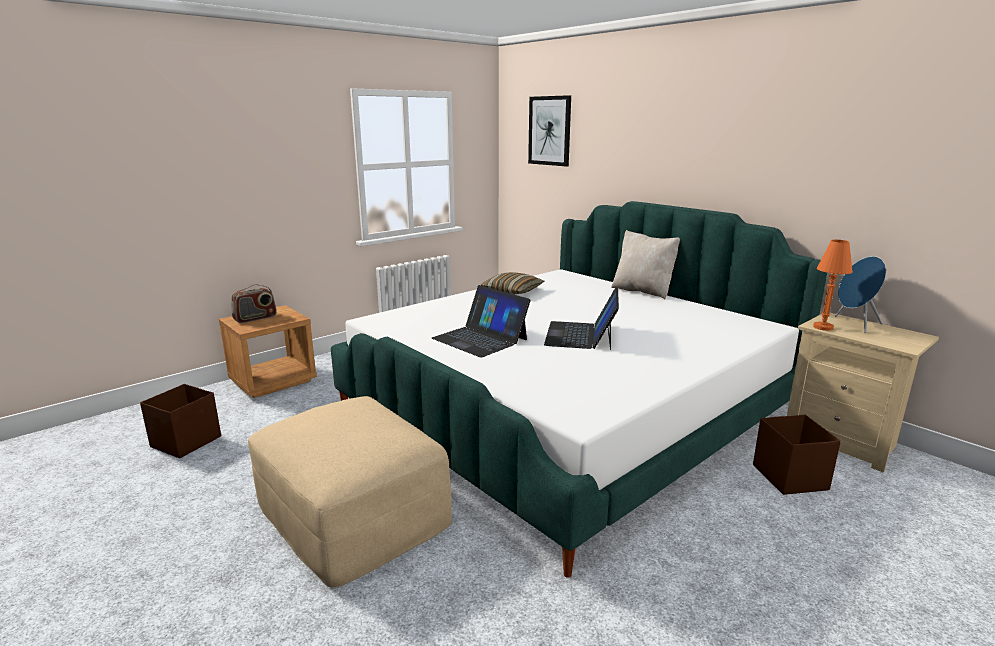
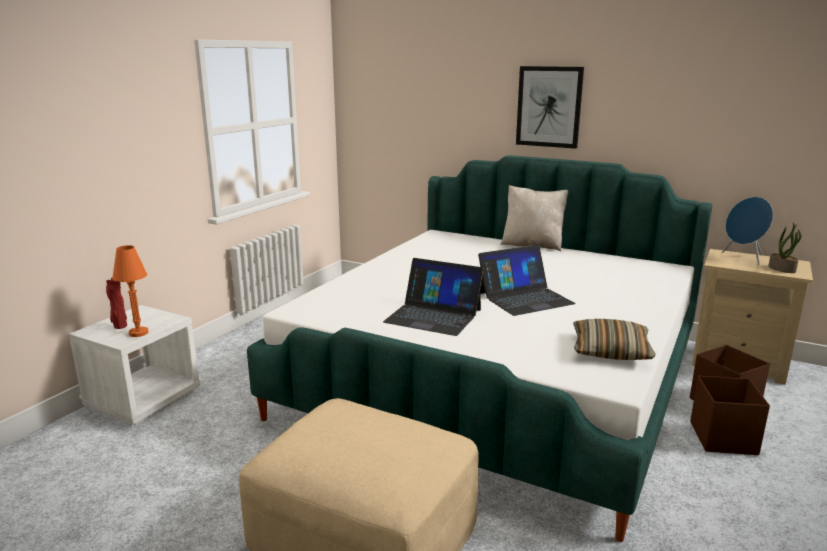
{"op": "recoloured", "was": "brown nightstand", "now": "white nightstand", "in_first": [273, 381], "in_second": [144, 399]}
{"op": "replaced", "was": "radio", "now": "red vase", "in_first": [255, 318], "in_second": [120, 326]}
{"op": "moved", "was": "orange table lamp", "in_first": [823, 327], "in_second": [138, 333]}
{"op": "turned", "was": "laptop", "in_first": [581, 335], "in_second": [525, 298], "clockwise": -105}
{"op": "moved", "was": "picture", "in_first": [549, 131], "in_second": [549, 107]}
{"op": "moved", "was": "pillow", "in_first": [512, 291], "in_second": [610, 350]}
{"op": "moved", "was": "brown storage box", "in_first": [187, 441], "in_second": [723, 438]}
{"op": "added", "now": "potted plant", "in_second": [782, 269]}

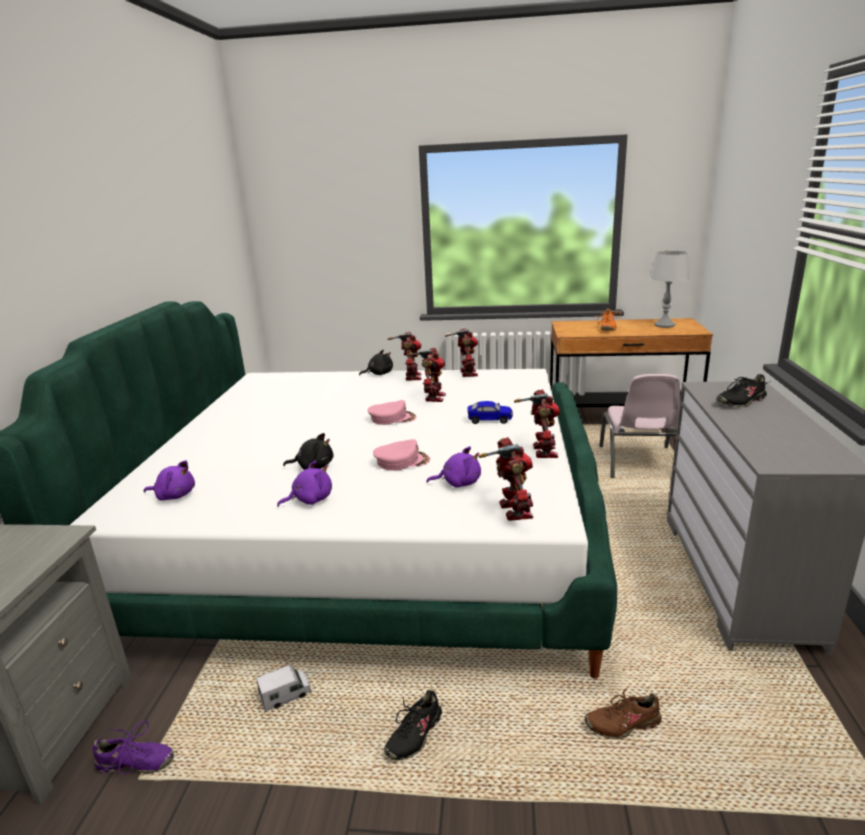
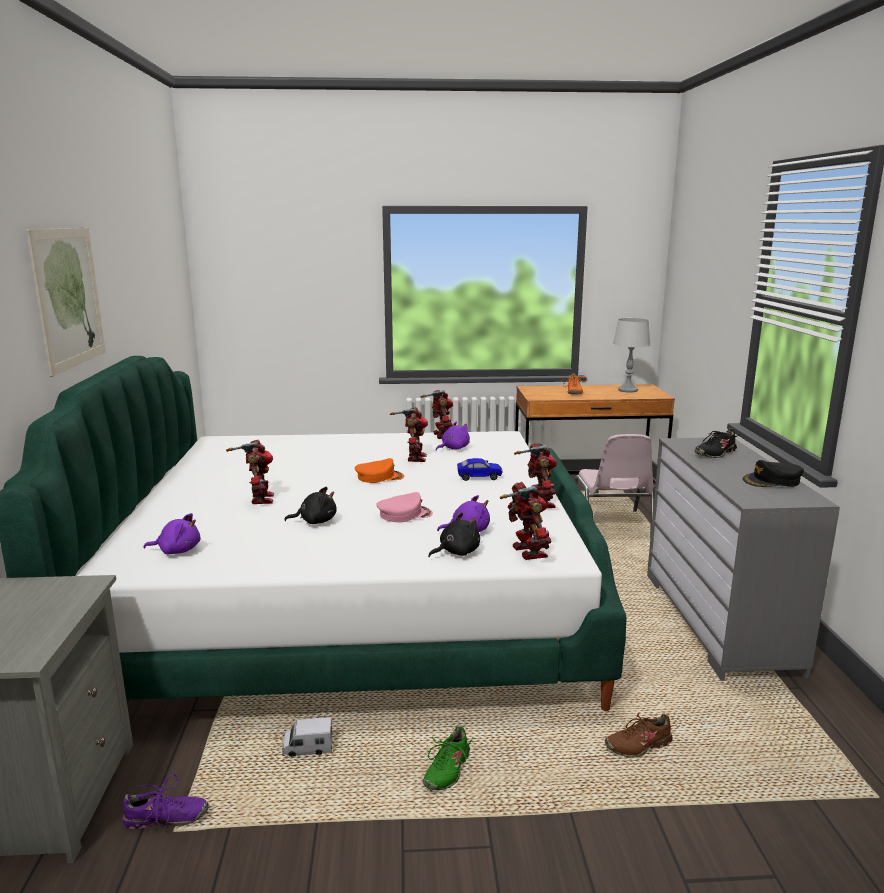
{"op": "added", "now": "picture", "in_second": [68, 297]}
{"op": "moved", "was": "toy robot", "in_first": [411, 377], "in_second": [260, 499]}
{"op": "turned", "was": "toy truck", "in_first": [286, 695], "in_second": [308, 748], "clockwise": -150}
{"op": "recoloured", "was": "pink cap", "now": "orange cap", "in_first": [392, 418], "in_second": [379, 477]}
{"op": "recoloured", "was": "black shoe", "now": "green shoe", "in_first": [414, 734], "in_second": [446, 770]}
{"op": "moved", "was": "black plush toy", "in_first": [379, 374], "in_second": [456, 552]}
{"op": "moved", "was": "purple plush toy", "in_first": [310, 500], "in_second": [453, 448]}
{"op": "added", "now": "black cap", "in_second": [772, 481]}

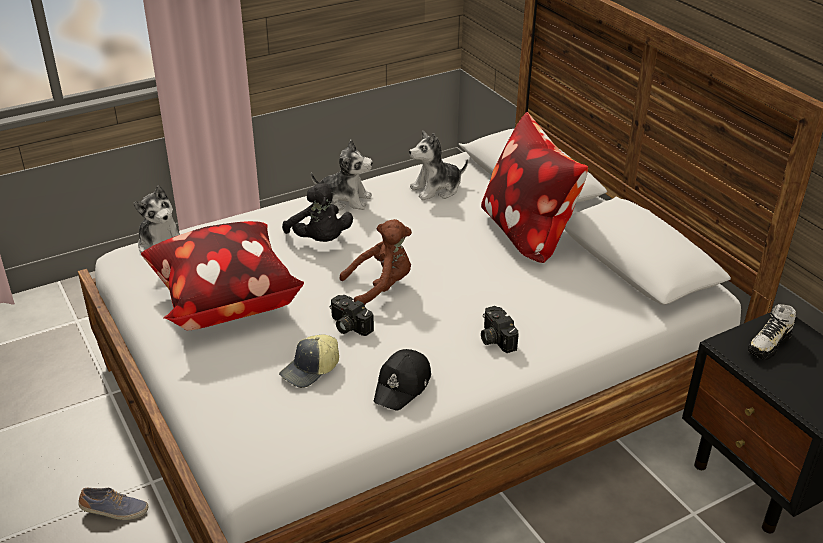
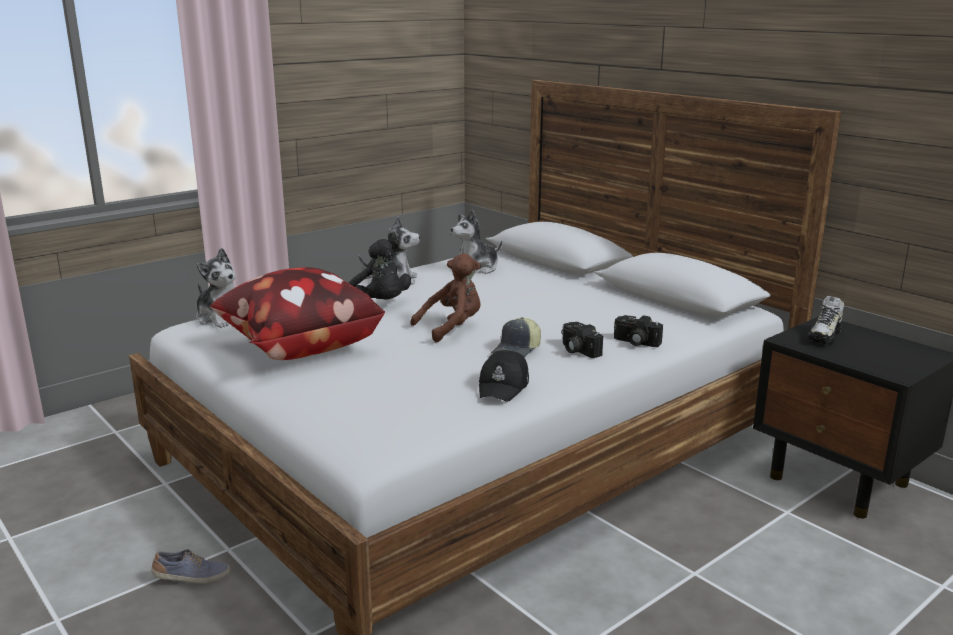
{"op": "moved", "was": "cap", "in_first": [311, 370], "in_second": [517, 350]}
{"op": "moved", "was": "photo camera", "in_first": [348, 326], "in_second": [635, 342]}
{"op": "removed", "was": "pillow", "in_first": [527, 233]}

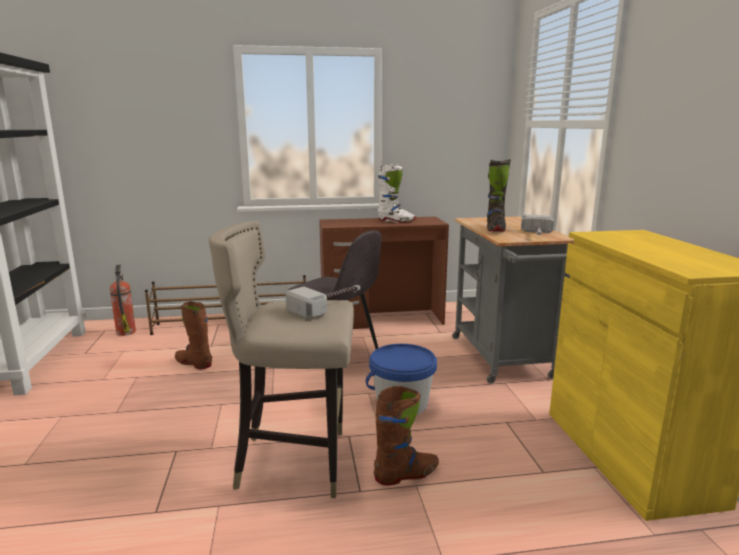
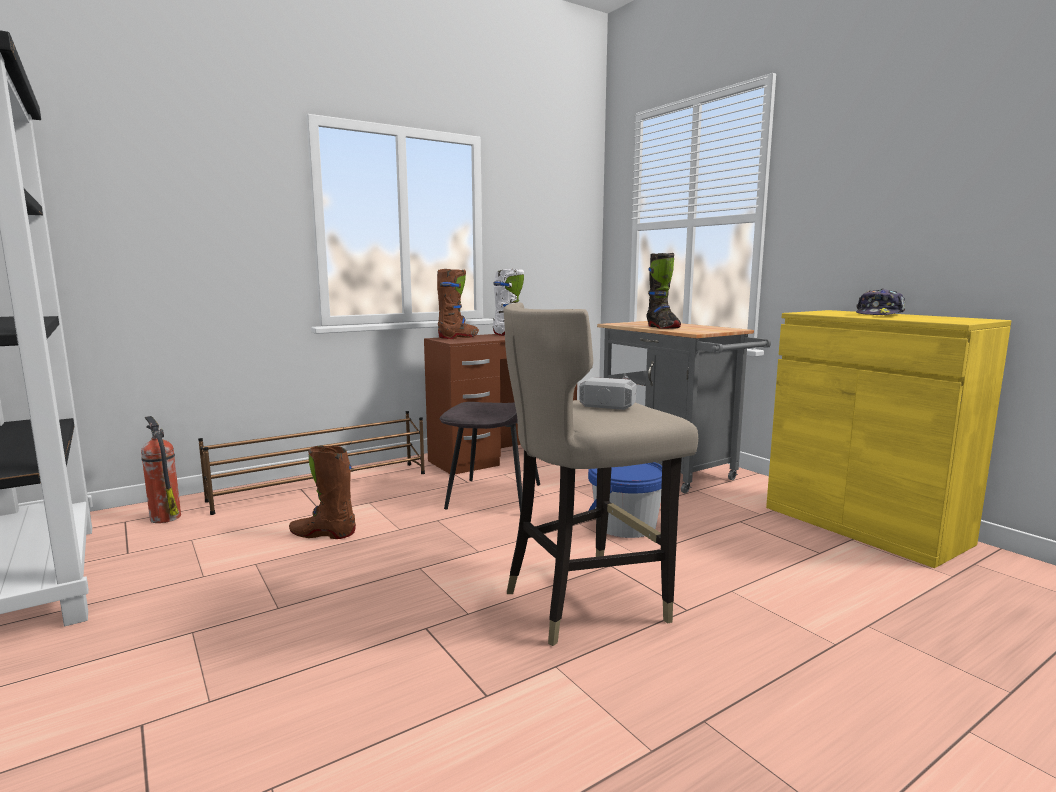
{"op": "moved", "was": "brown boot", "in_first": [406, 475], "in_second": [459, 337]}
{"op": "added", "now": "cap", "in_second": [879, 314]}
{"op": "removed", "was": "hammer", "in_first": [537, 234]}

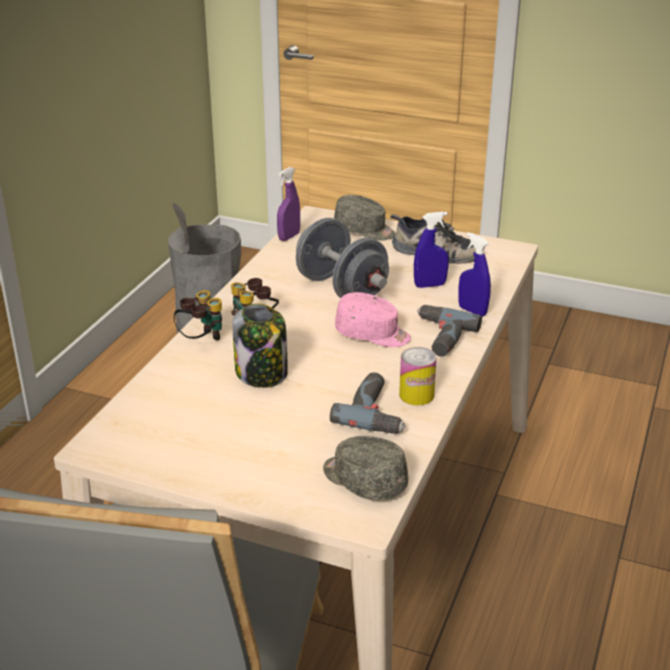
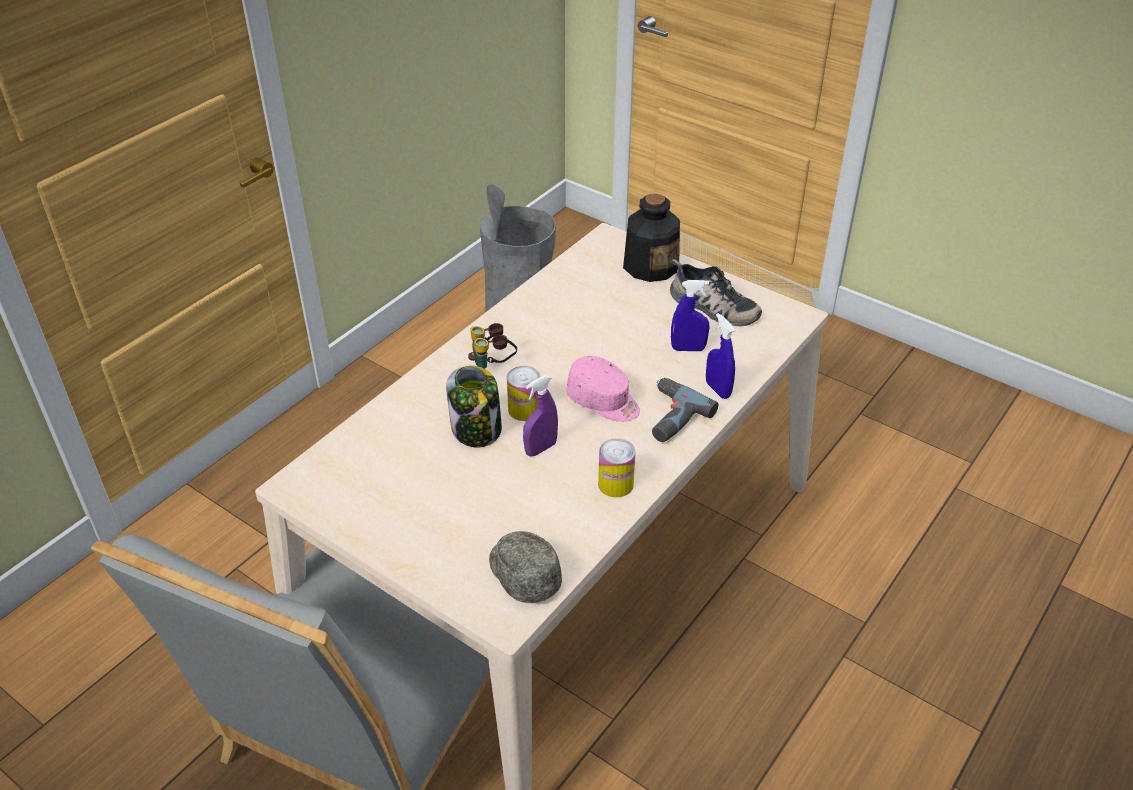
{"op": "added", "now": "can", "in_second": [524, 409]}
{"op": "moved", "was": "purple spray bottle", "in_first": [289, 237], "in_second": [540, 448]}
{"op": "replaced", "was": "grey cap", "now": "bottle", "in_first": [364, 230], "in_second": [650, 265]}
{"op": "removed", "was": "binoculars", "in_first": [201, 340]}
{"op": "removed", "was": "grey dumbbell", "in_first": [341, 289]}
{"op": "removed", "was": "power drill", "in_first": [377, 412]}

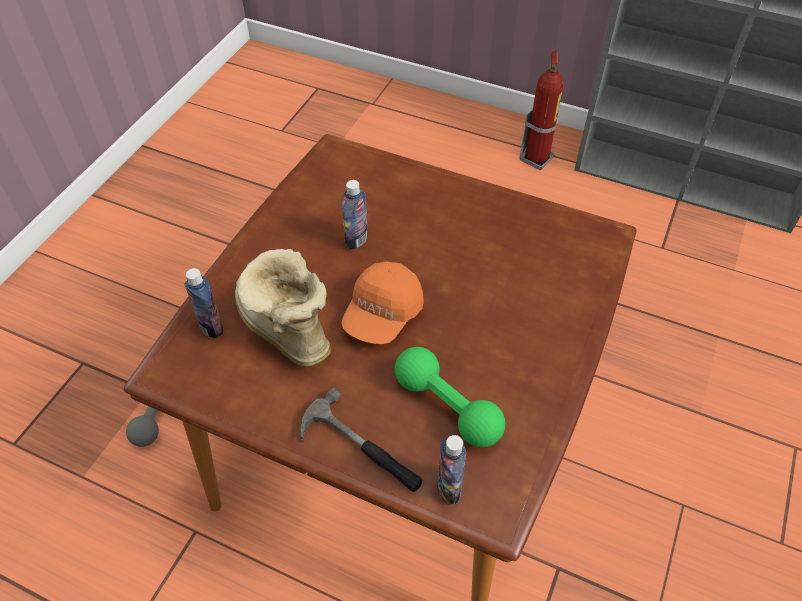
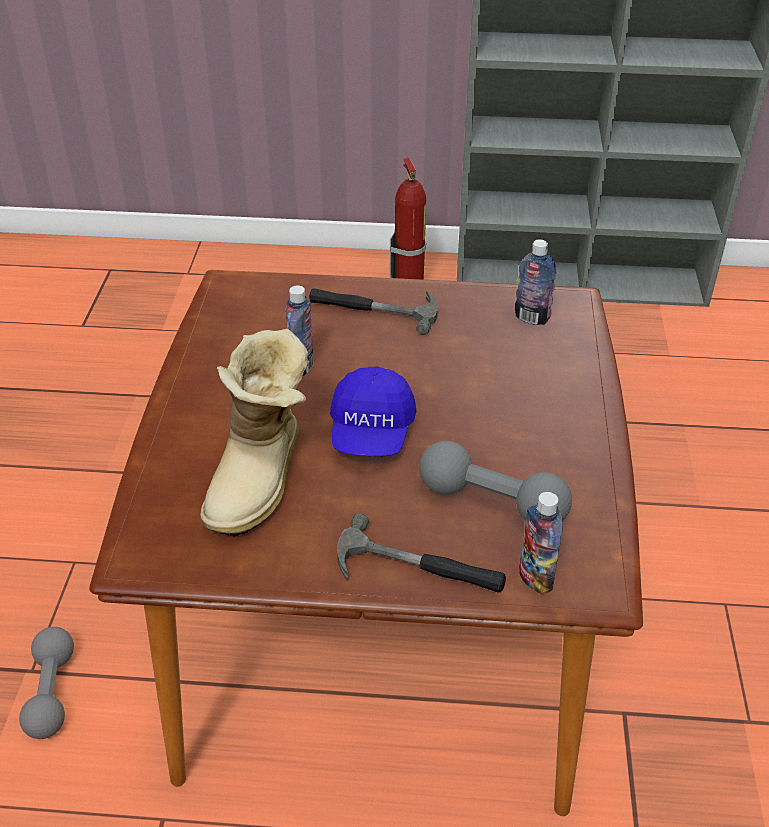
{"op": "turned", "was": "boot", "in_first": [282, 331], "in_second": [262, 477], "clockwise": -105}
{"op": "added", "now": "hammer", "in_second": [373, 309]}
{"op": "recoloured", "was": "orange cap", "now": "blue cap", "in_first": [382, 315], "in_second": [371, 432]}
{"op": "recoloured", "was": "green dumbbell", "now": "grey dumbbell", "in_first": [447, 407], "in_second": [492, 502]}
{"op": "moved", "was": "bottle", "in_first": [211, 327], "in_second": [531, 318]}

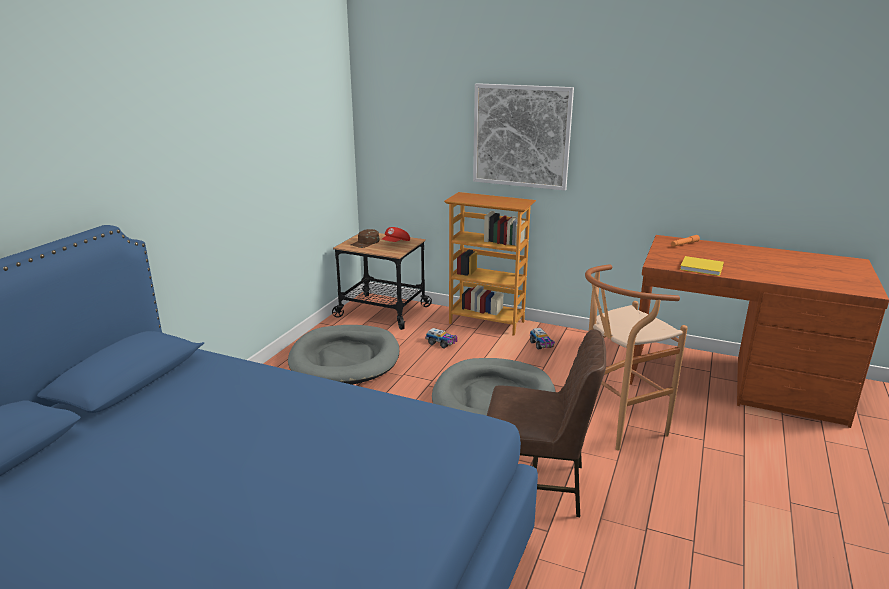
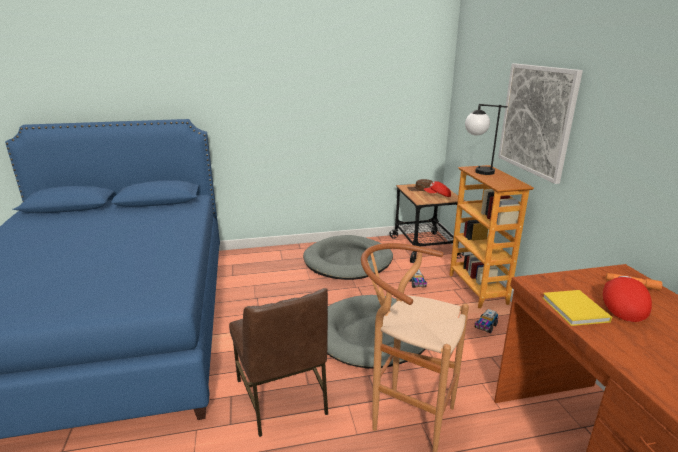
{"op": "added", "now": "table lamp", "in_second": [477, 171]}
{"op": "added", "now": "red cap", "in_second": [621, 307]}

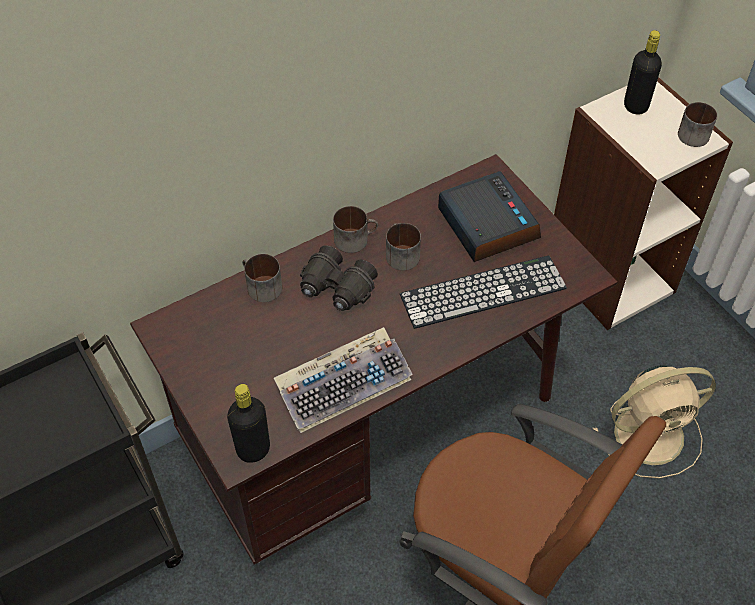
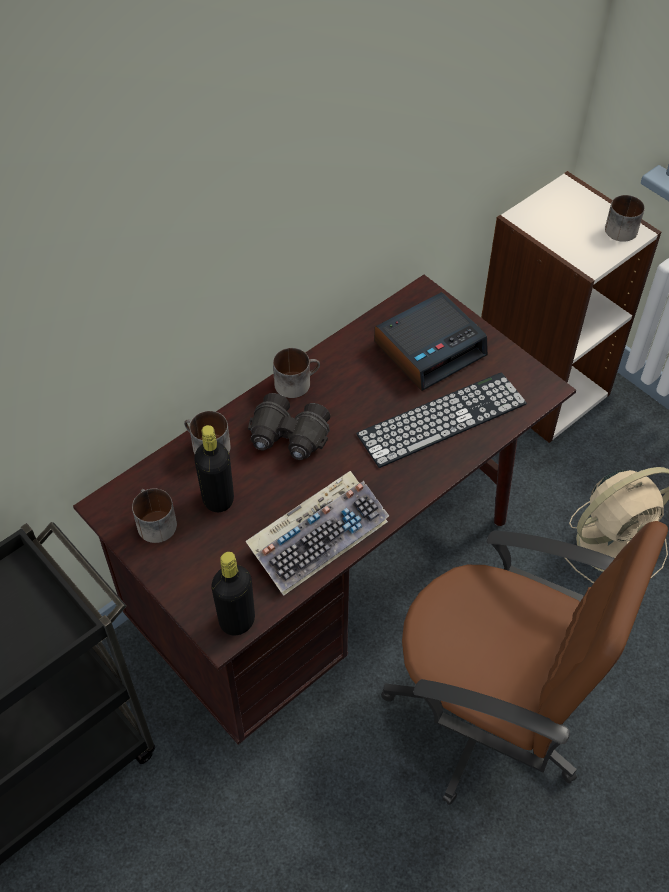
{"op": "moved", "was": "mug", "in_first": [399, 254], "in_second": [153, 522]}
{"op": "moved", "was": "black bottle", "in_first": [635, 106], "in_second": [218, 499]}
{"op": "turned", "was": "alarm clock", "in_first": [486, 224], "in_second": [430, 348], "clockwise": 90}

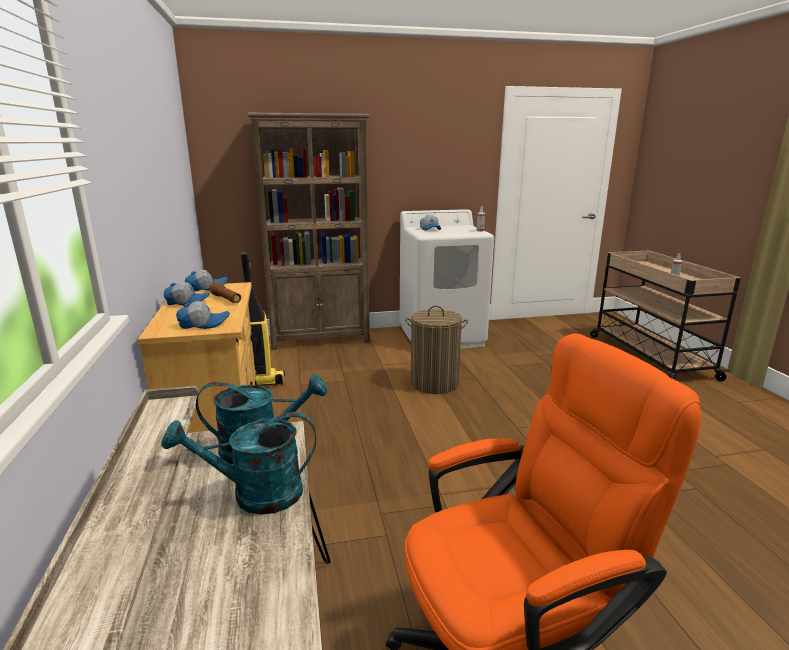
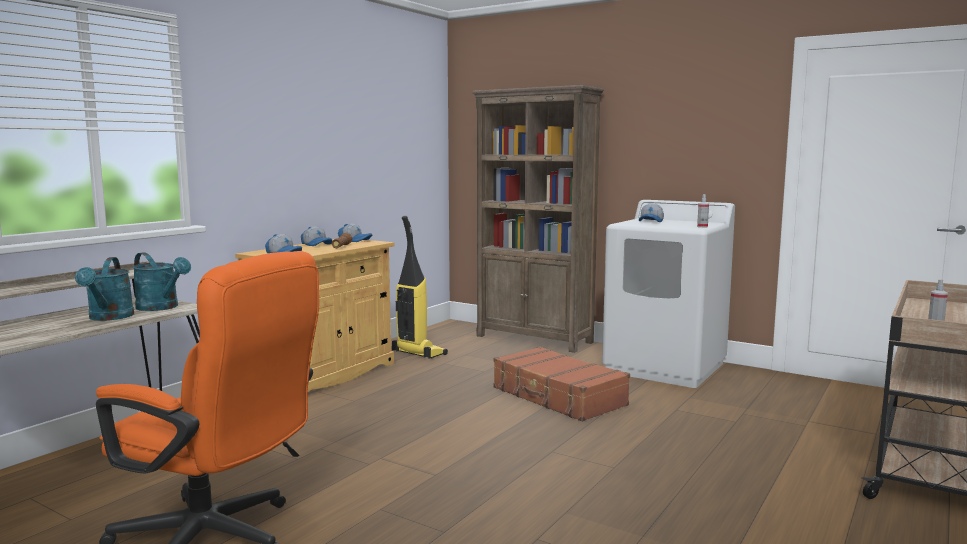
{"op": "turned", "was": "turquoise watering can", "in_first": [255, 495], "in_second": [109, 318], "clockwise": -135}
{"op": "replaced", "was": "laundry basket", "now": "brown suitcase", "in_first": [434, 383], "in_second": [558, 397]}

